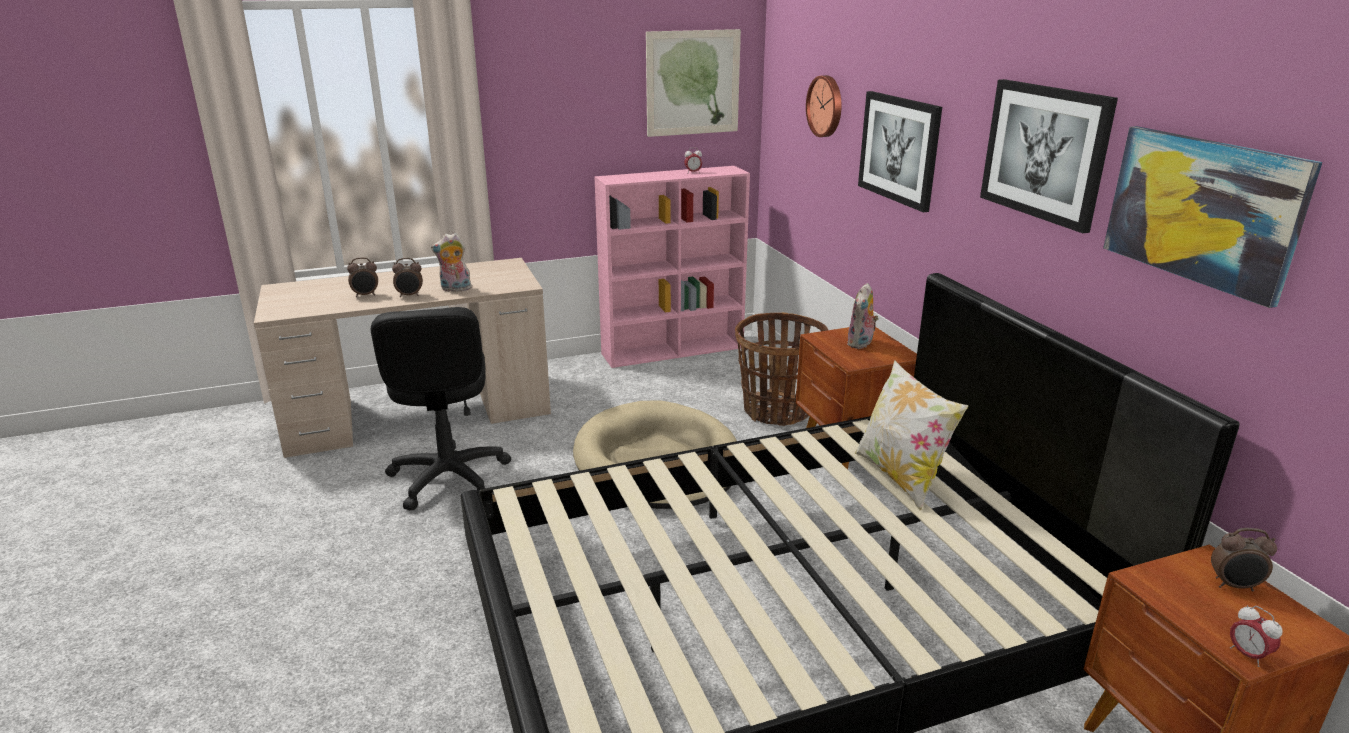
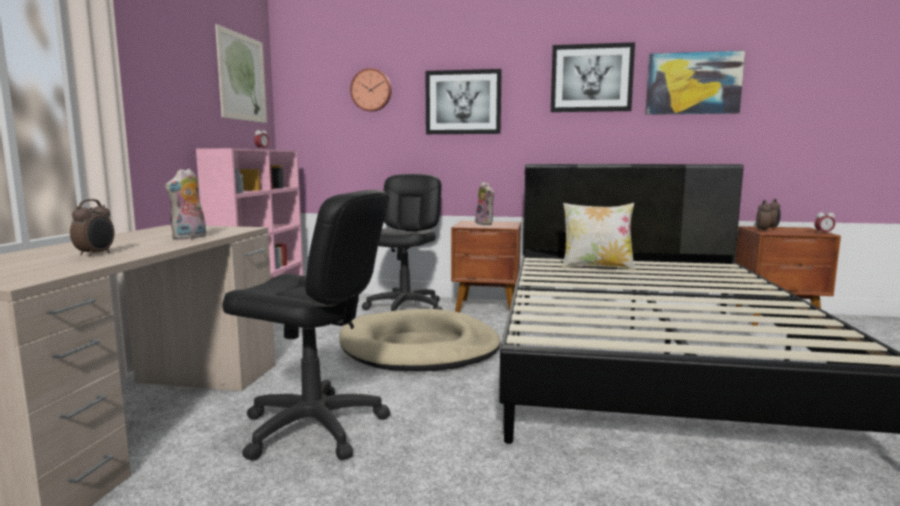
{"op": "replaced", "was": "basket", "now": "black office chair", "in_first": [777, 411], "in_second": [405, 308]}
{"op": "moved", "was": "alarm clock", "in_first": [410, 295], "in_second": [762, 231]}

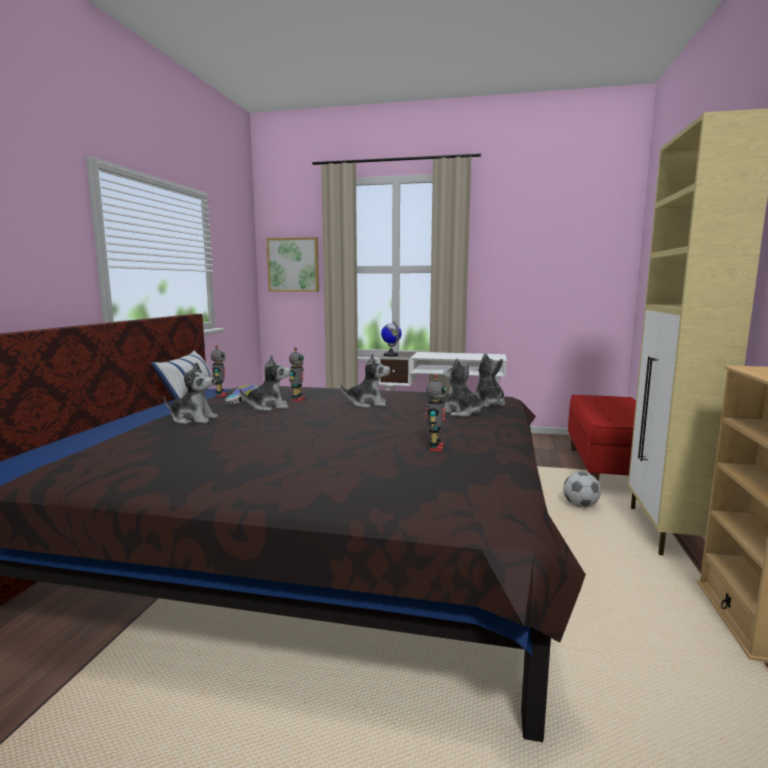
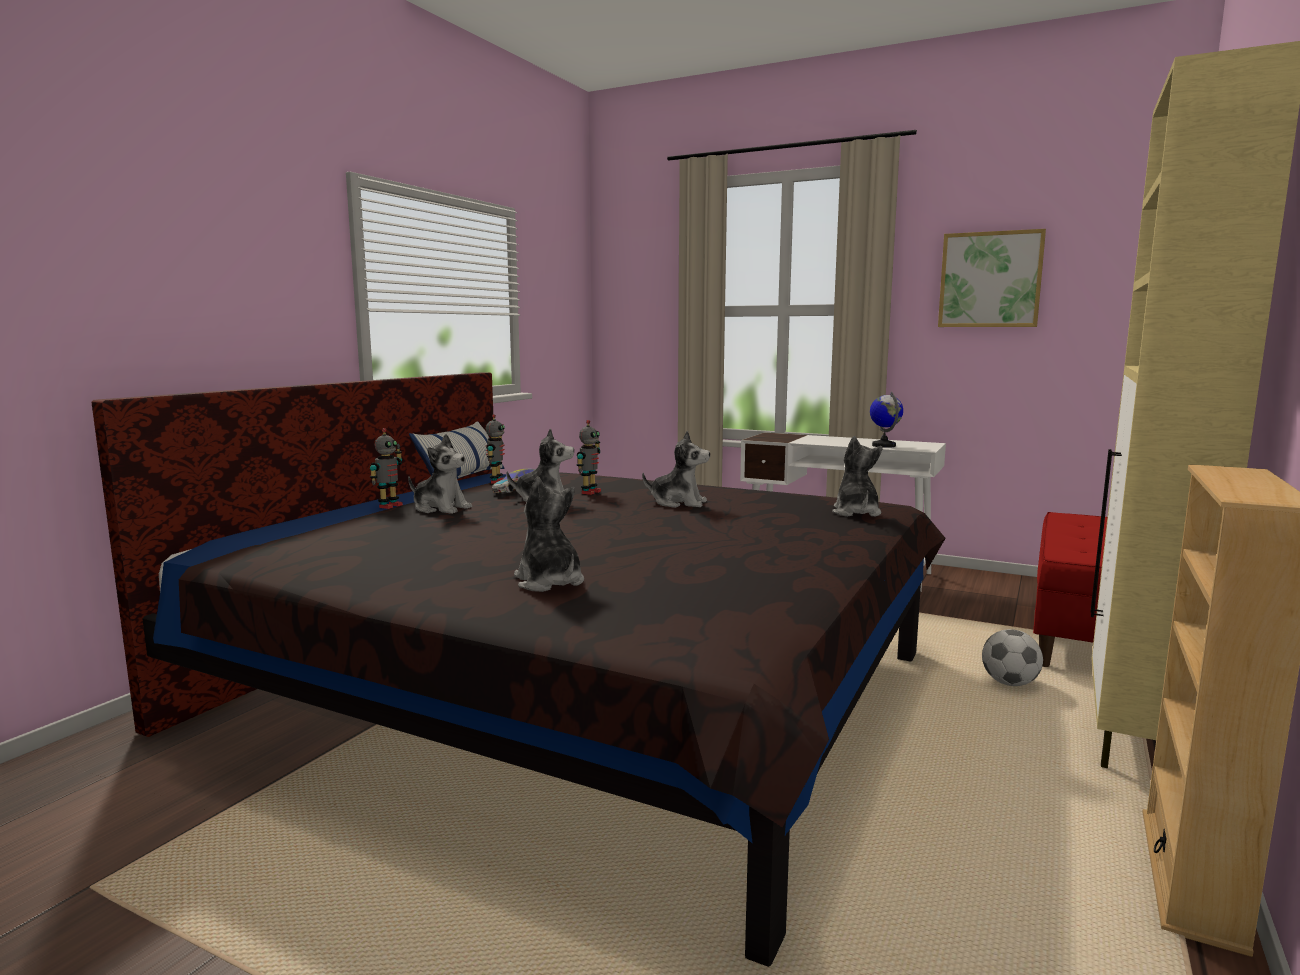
{"op": "moved", "was": "toy robot", "in_first": [435, 448], "in_second": [389, 506]}
{"op": "moved", "was": "plush toy", "in_first": [461, 413], "in_second": [549, 582]}
{"op": "moved", "was": "globe", "in_first": [391, 355], "in_second": [884, 445]}
{"op": "moved", "was": "picture", "in_first": [293, 265], "in_second": [990, 280]}

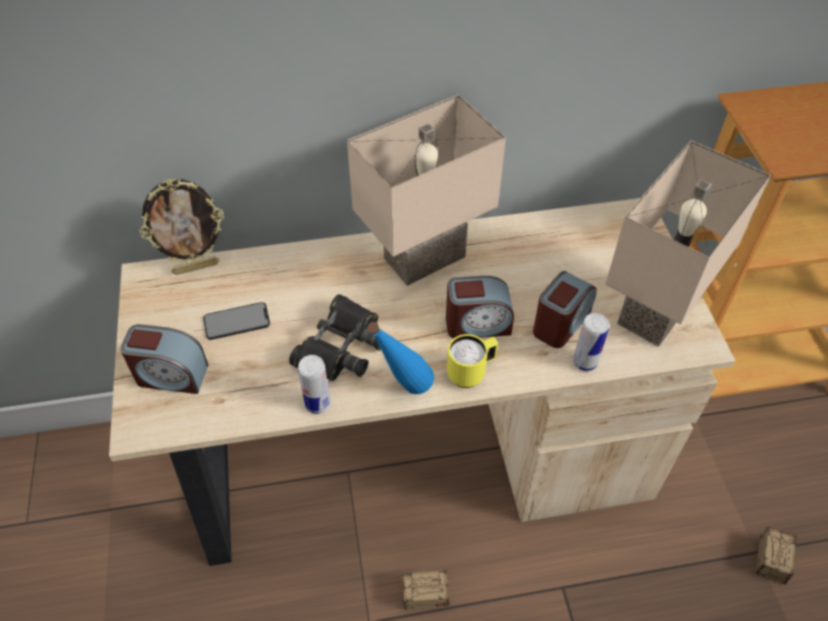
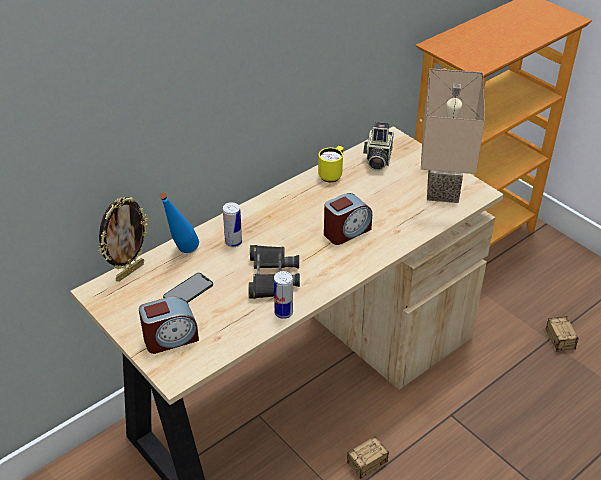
{"op": "moved", "was": "blue bottle", "in_first": [402, 392], "in_second": [182, 254]}
{"op": "moved", "was": "can", "in_first": [585, 362], "in_second": [233, 242]}
{"op": "moved", "was": "yellow mug", "in_first": [471, 373], "in_second": [332, 174]}
{"op": "added", "now": "photo camera", "in_second": [377, 159]}
{"op": "removed", "was": "beige table lamp", "in_first": [425, 260]}
{"op": "removed", "was": "alarm clock", "in_first": [561, 323]}

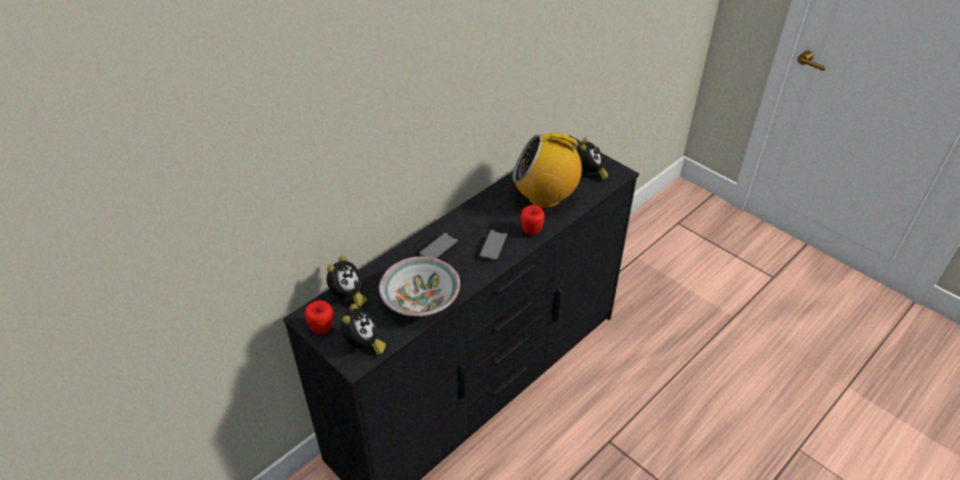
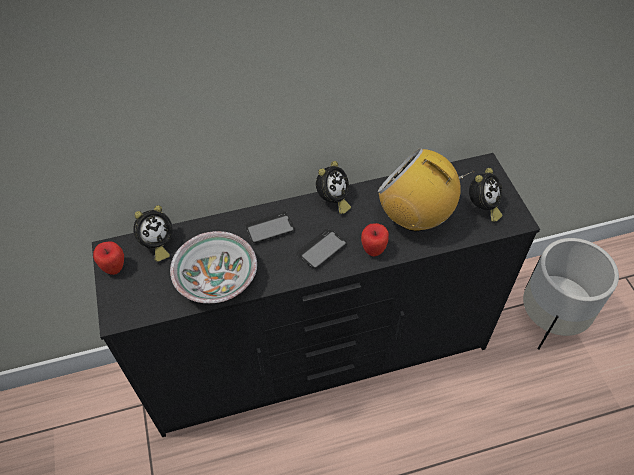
{"op": "moved", "was": "alarm clock", "in_first": [363, 345], "in_second": [333, 201]}
{"op": "added", "now": "white planter", "in_second": [550, 318]}

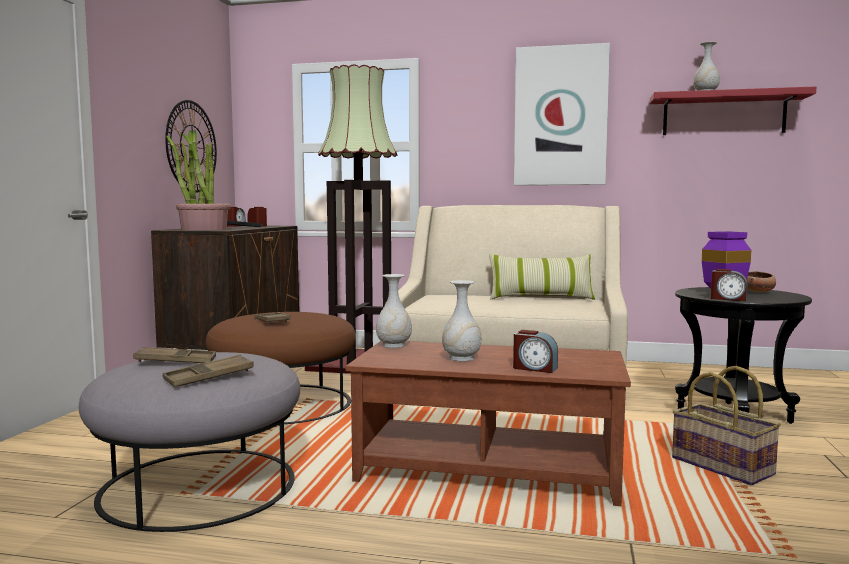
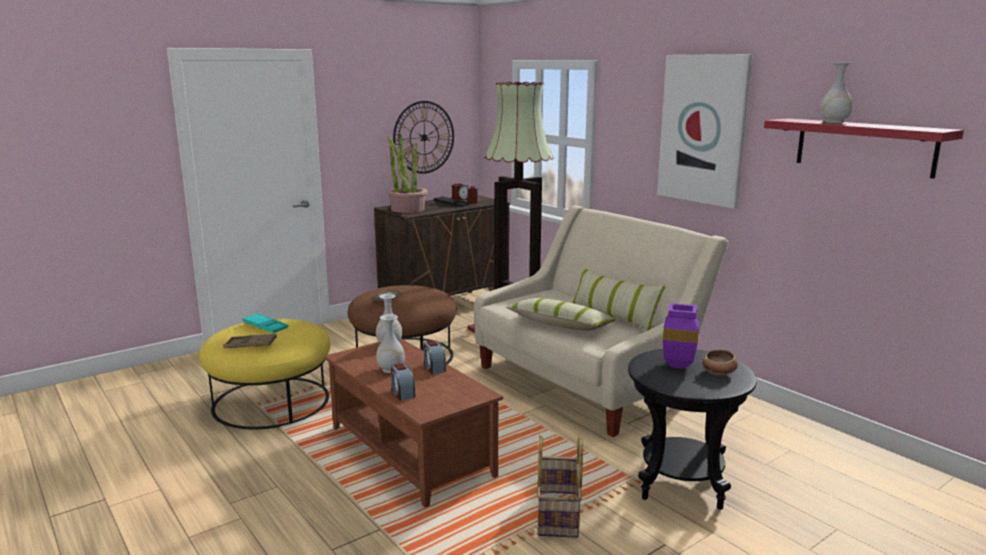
{"op": "recoloured", "was": "grey ottoman", "now": "yellow ottoman", "in_first": [199, 485], "in_second": [271, 402]}
{"op": "recoloured", "was": "brown tray", "now": "turquoise tray", "in_first": [176, 361], "in_second": [265, 326]}
{"op": "moved", "was": "alarm clock", "in_first": [728, 299], "in_second": [434, 367]}
{"op": "added", "now": "pillow", "in_second": [560, 325]}

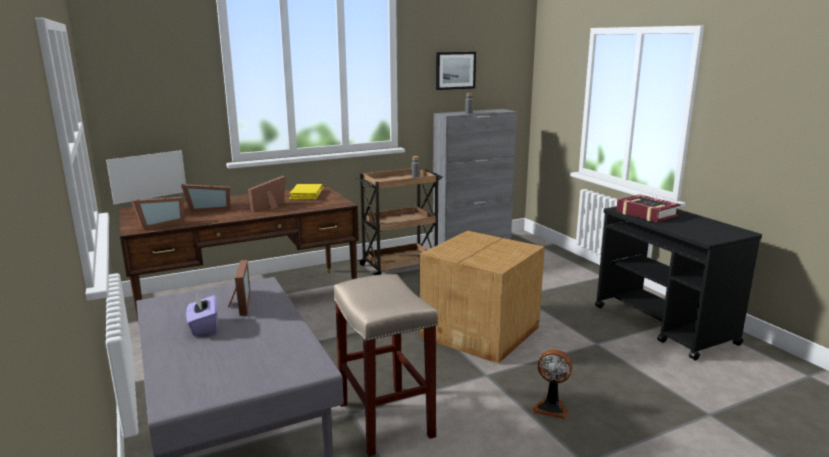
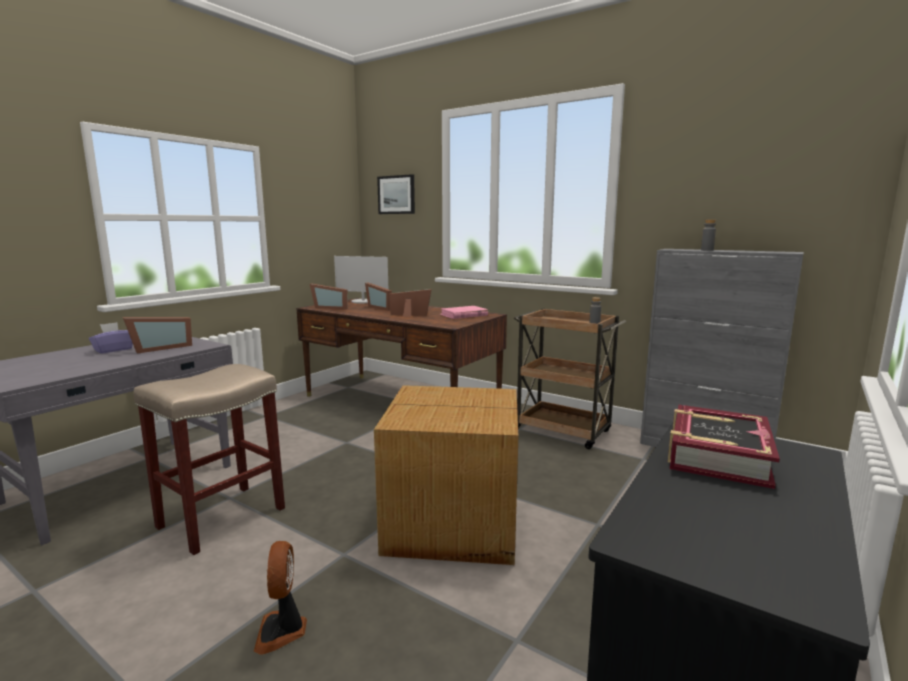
{"op": "moved", "was": "picture", "in_first": [455, 70], "in_second": [396, 195]}
{"op": "recoloured", "was": "yellow book", "now": "pink book", "in_first": [306, 194], "in_second": [463, 315]}

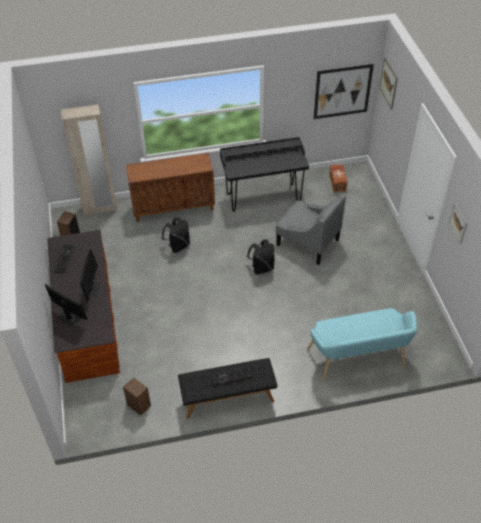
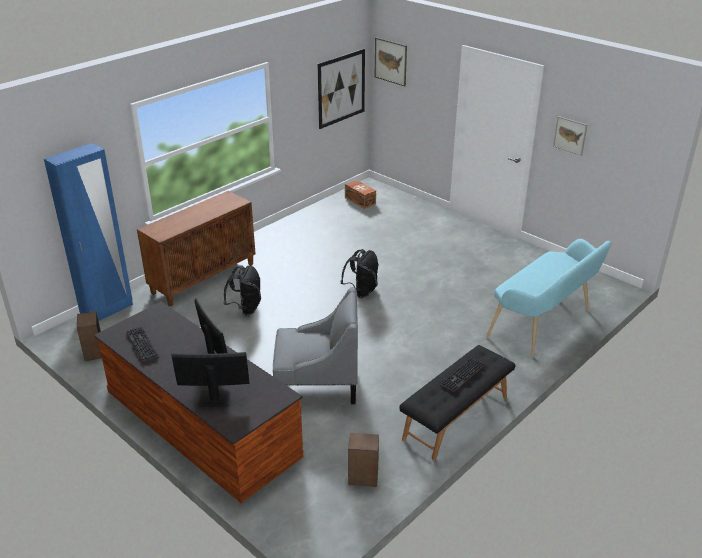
{"op": "recoloured", "was": "beige wardrobe", "now": "blue wardrobe", "in_first": [100, 208], "in_second": [107, 311]}
{"op": "moved", "was": "grey armchair", "in_first": [307, 242], "in_second": [317, 383]}
{"op": "removed", "was": "black desk", "in_first": [263, 197]}

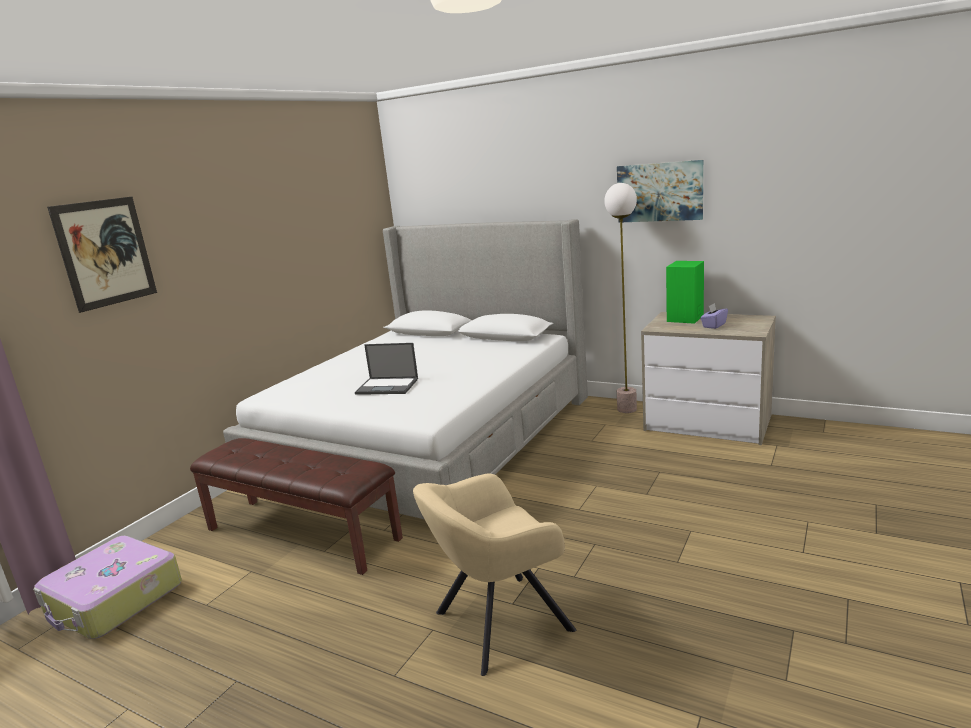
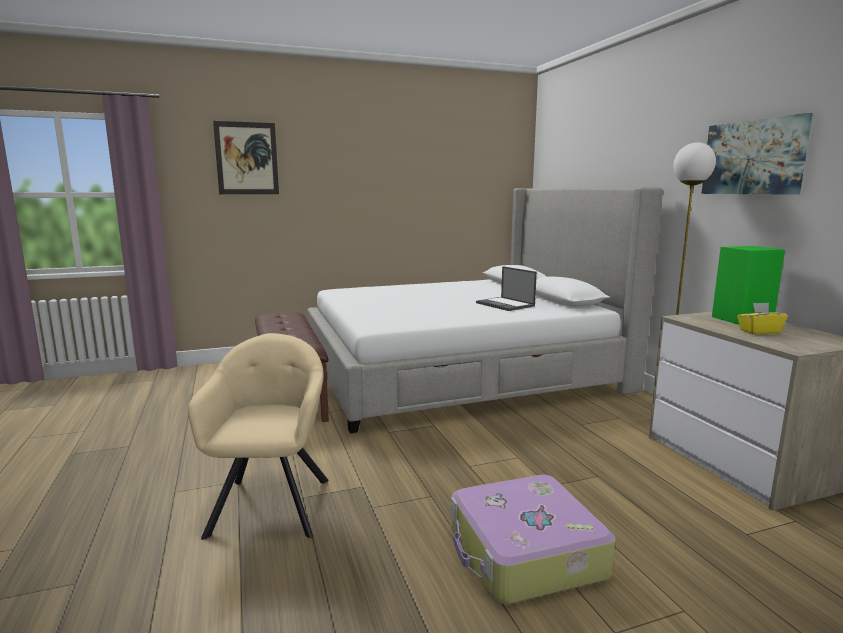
{"op": "turned", "was": "beige armchair", "in_first": [498, 623], "in_second": [271, 503], "clockwise": 75}
{"op": "moved", "was": "suitcase", "in_first": [114, 600], "in_second": [524, 554]}
{"op": "moved", "was": "laptop", "in_first": [388, 386], "in_second": [506, 304]}
{"op": "recoloured", "was": "purple tissue box", "now": "yellow tissue box", "in_first": [713, 325], "in_second": [759, 331]}

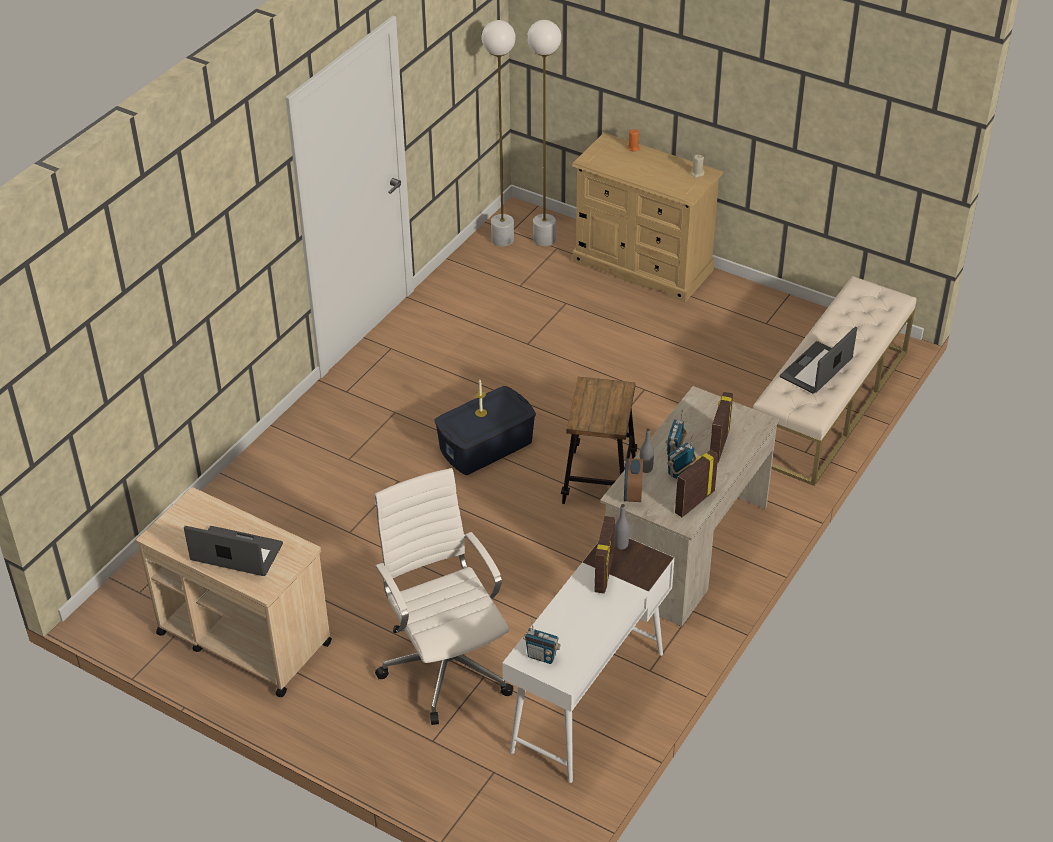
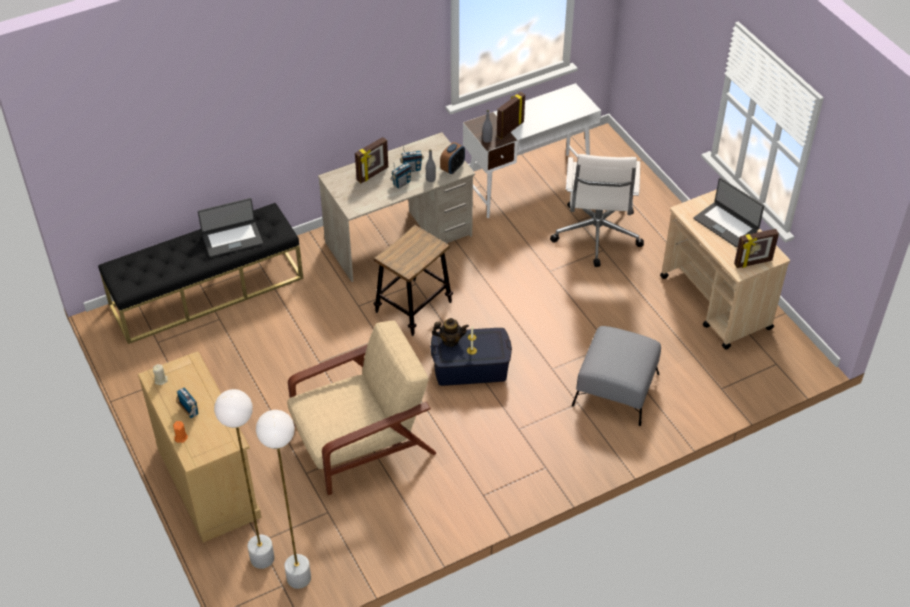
{"op": "recoloured", "was": "beige bench", "now": "black bench", "in_first": [829, 404], "in_second": [207, 291]}
{"op": "moved", "was": "radio", "in_first": [542, 656], "in_second": [189, 411]}
{"op": "added", "now": "beige armchair", "in_second": [361, 440]}
{"op": "added", "now": "teapot", "in_second": [450, 340]}
{"op": "added", "now": "grey ottoman", "in_second": [615, 390]}
{"op": "moved", "was": "picture frame", "in_first": [694, 502], "in_second": [753, 263]}

